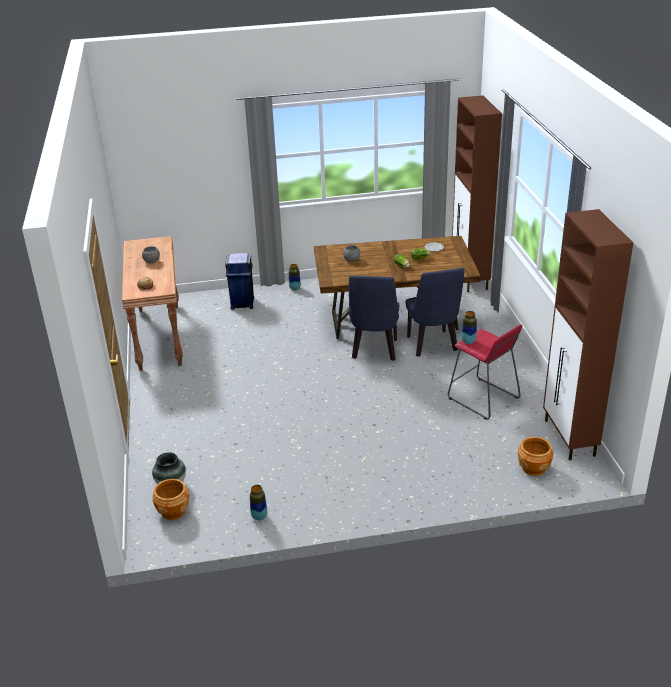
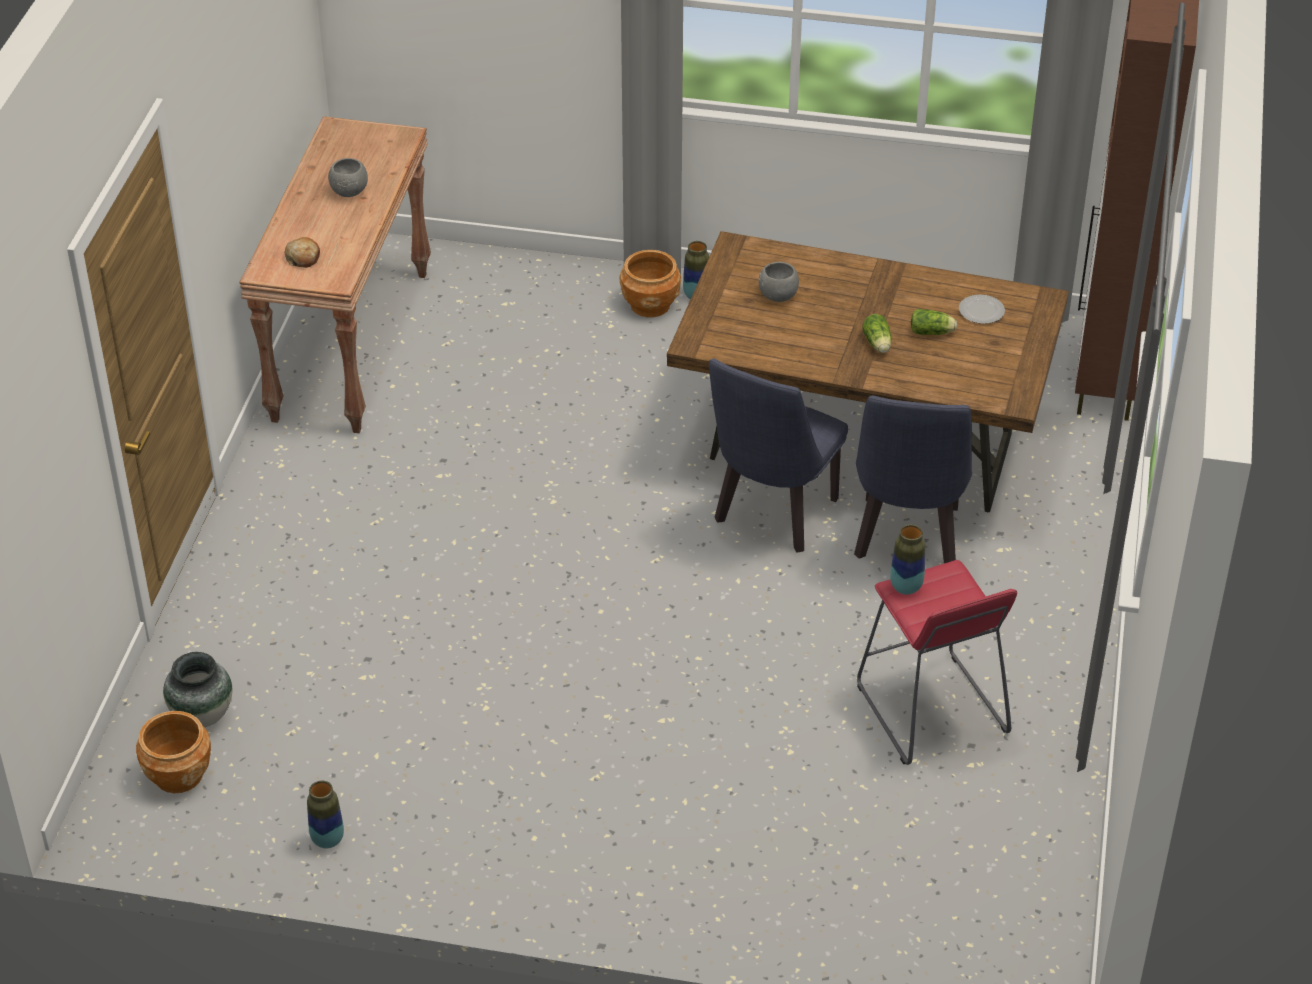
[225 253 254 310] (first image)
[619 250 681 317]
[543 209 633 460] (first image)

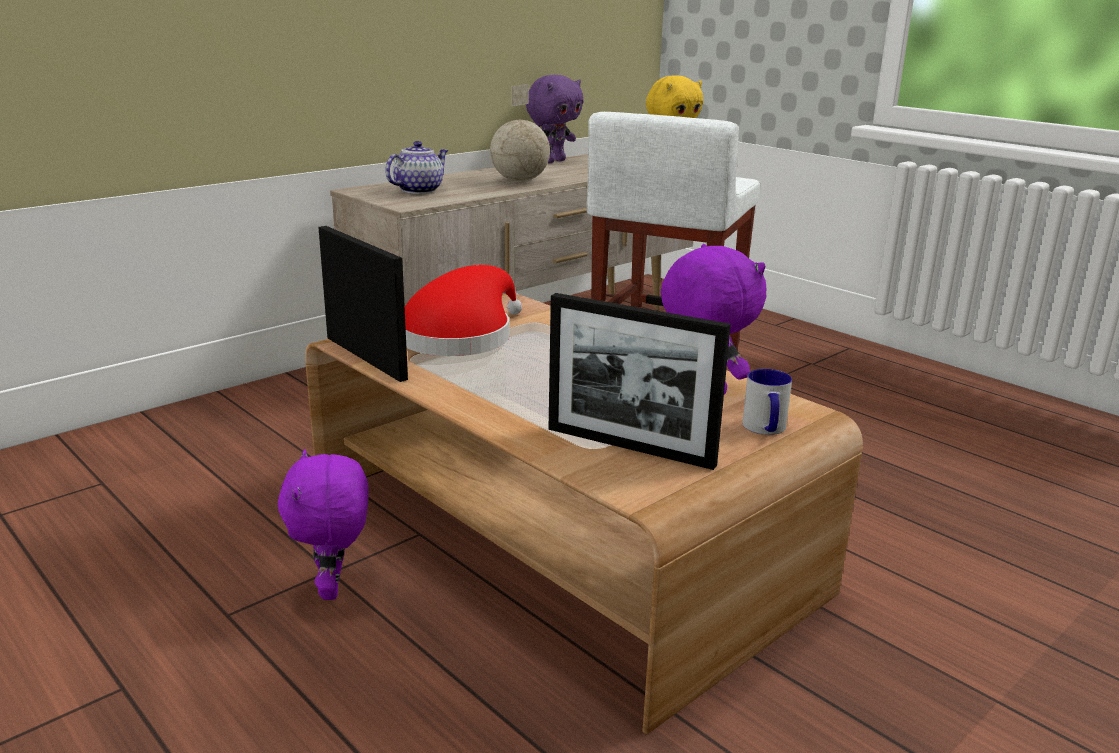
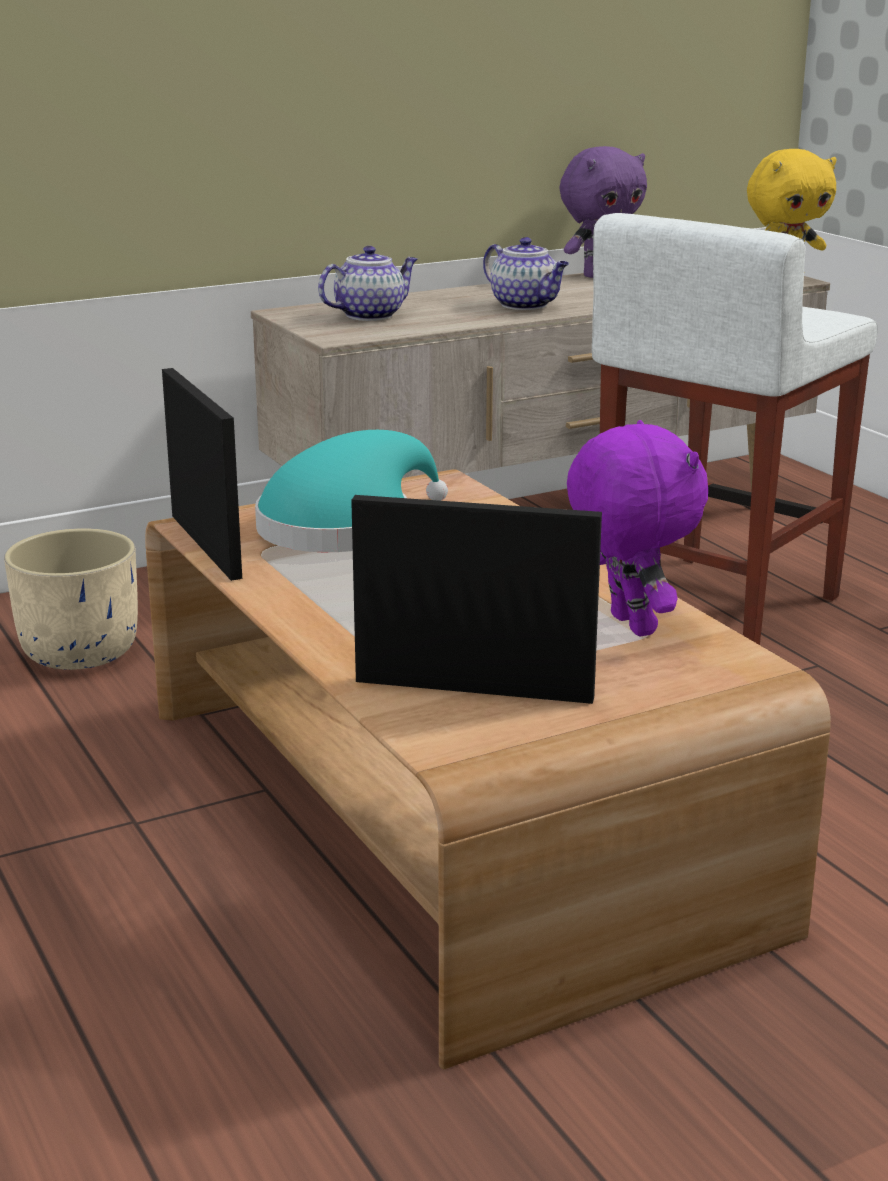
[278 449 369 600] (first image)
[255 430 448 552]
[483 237 569 310]
[351 495 602 704]
[743 369 792 435] (first image)
[4 528 138 670]

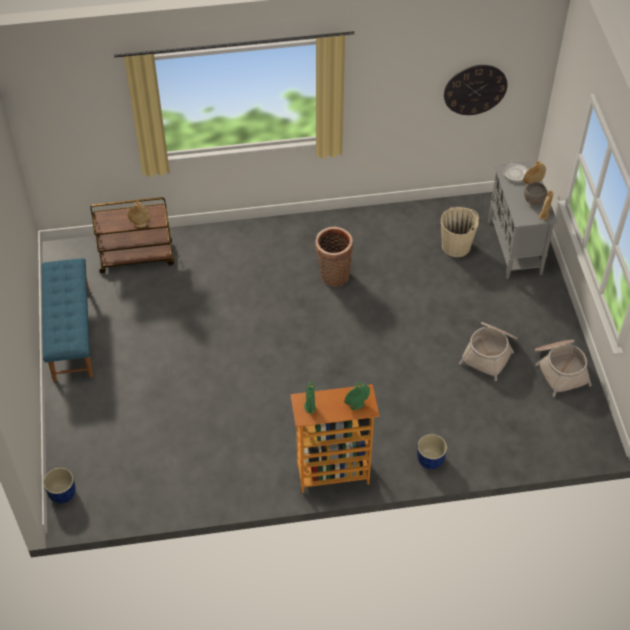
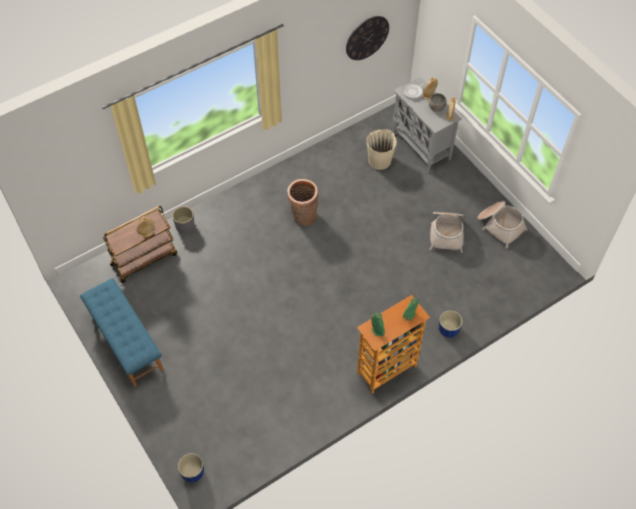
[172 206 195 234]

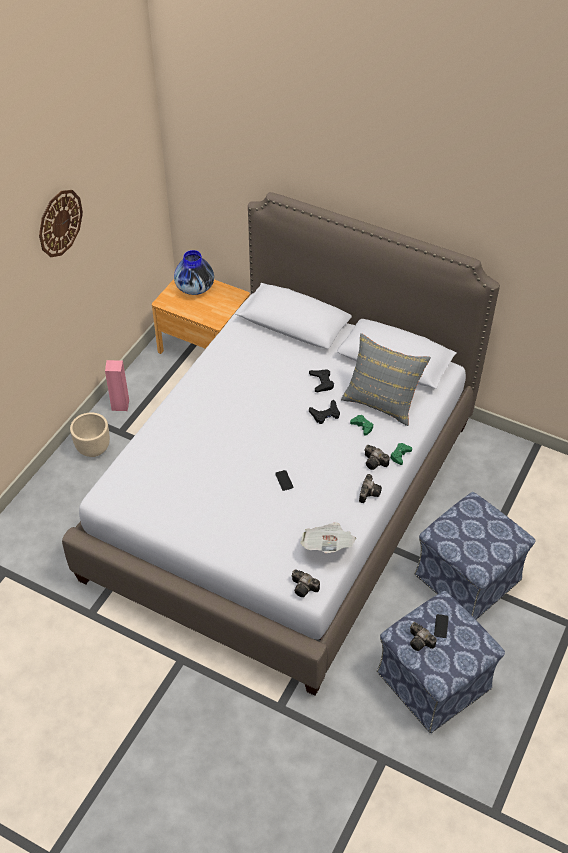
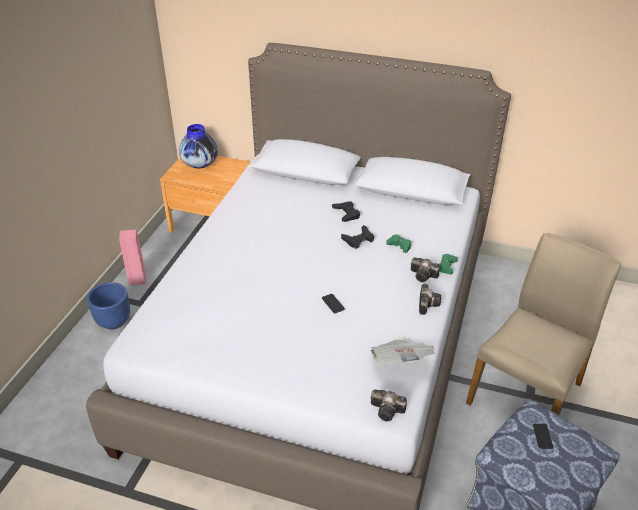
[39 190 83 257] (first image)
[87 282 130 329]
[341 333 431 426] (first image)
[410 622 437 651] (first image)
[466 233 621 415]

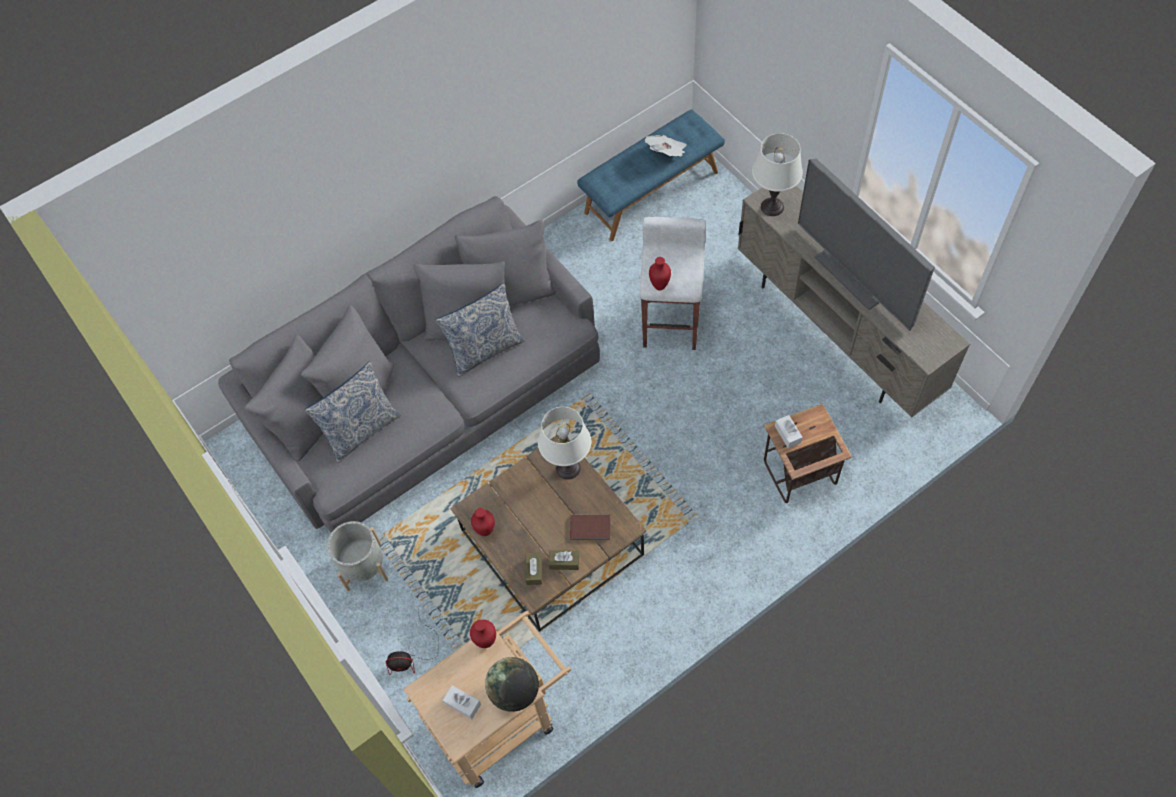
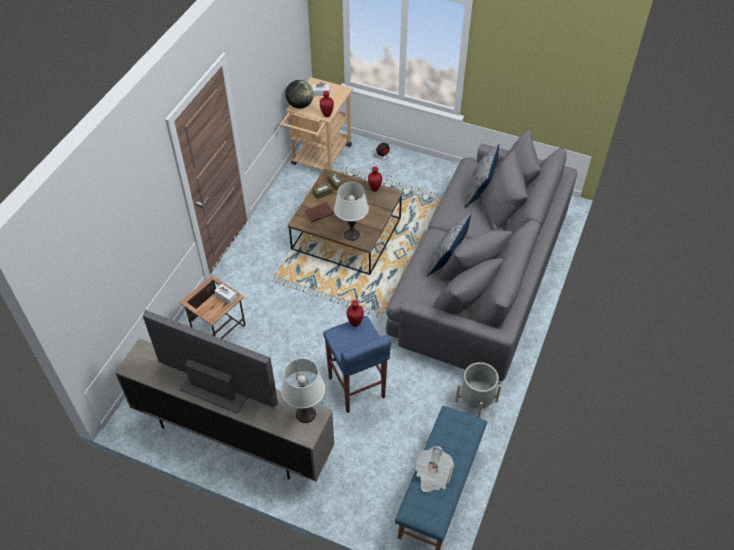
[455 362 502 418]
[323 316 391 413]

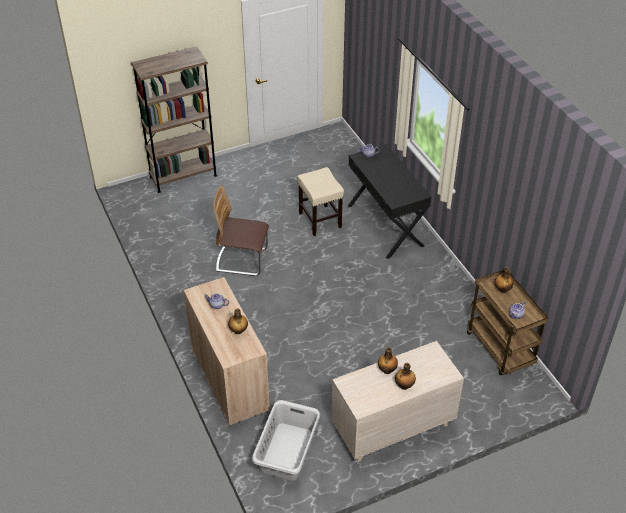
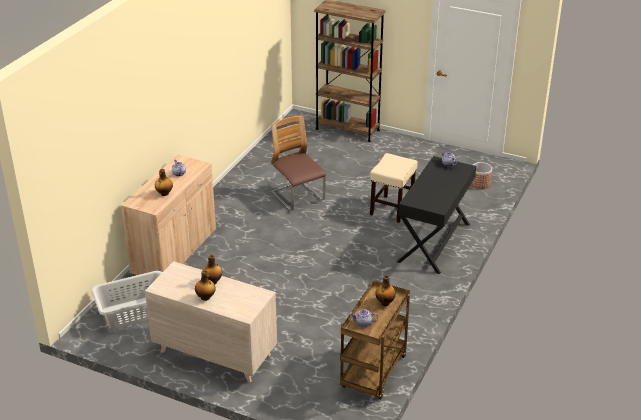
[471 162 492 189]

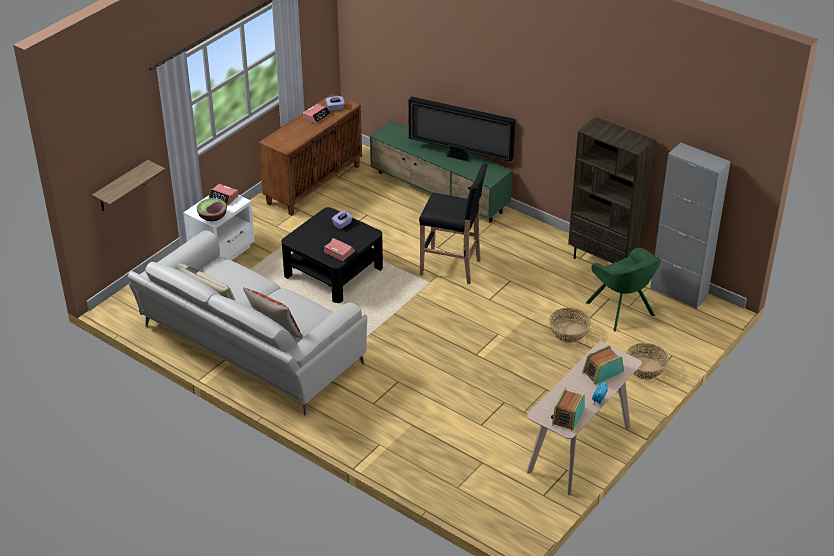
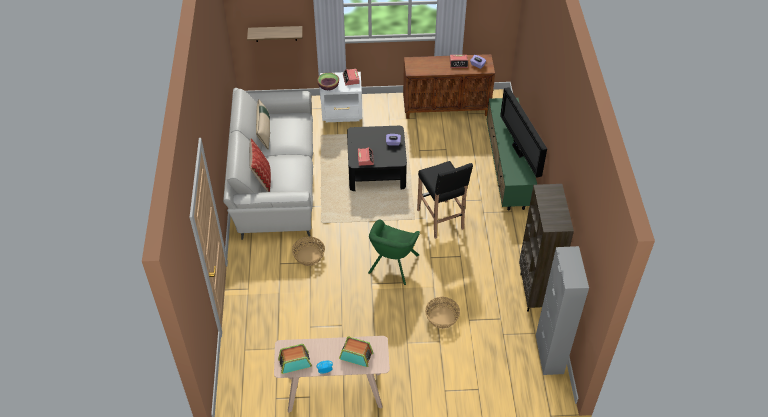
[368 220 420 285]
[292 237 325 266]

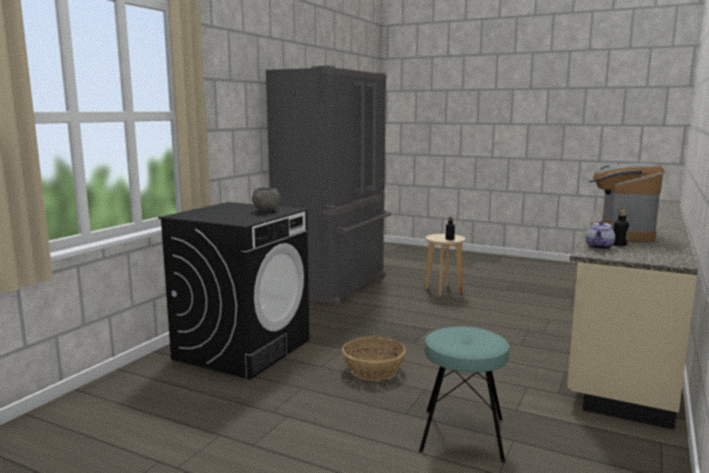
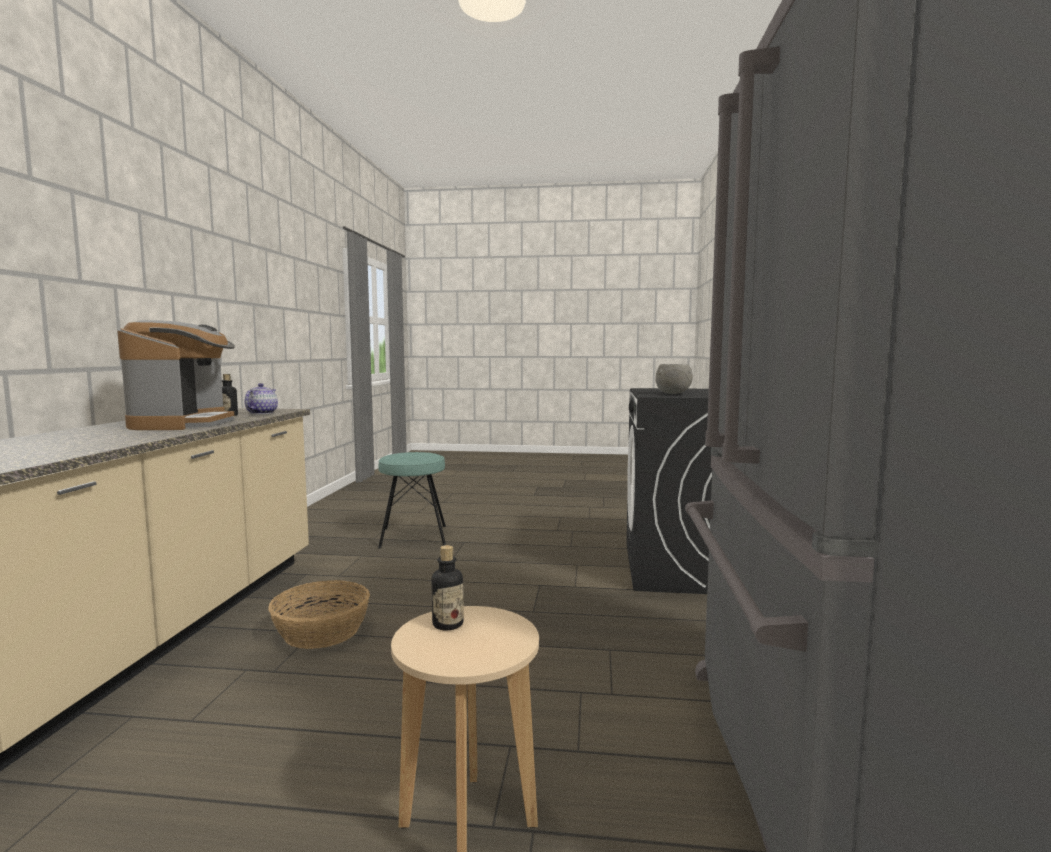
[268 580 370 649]

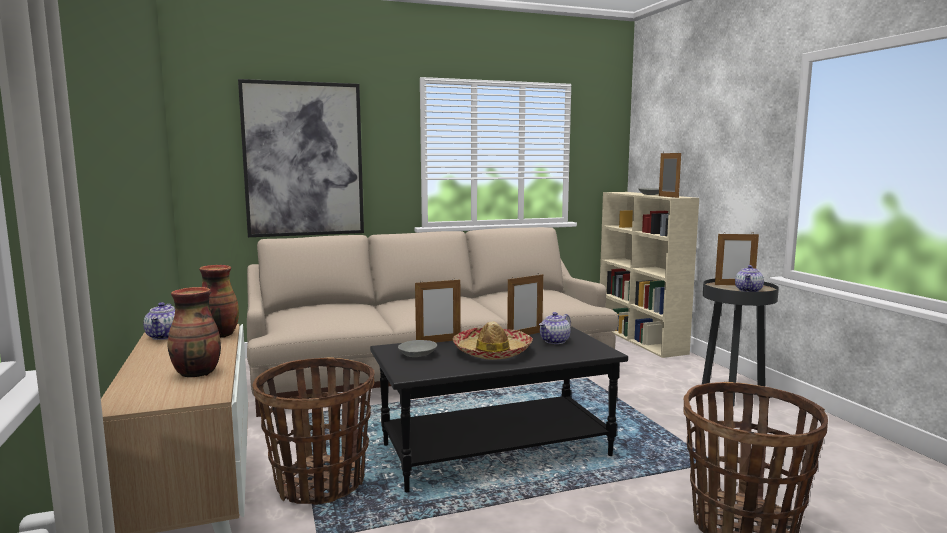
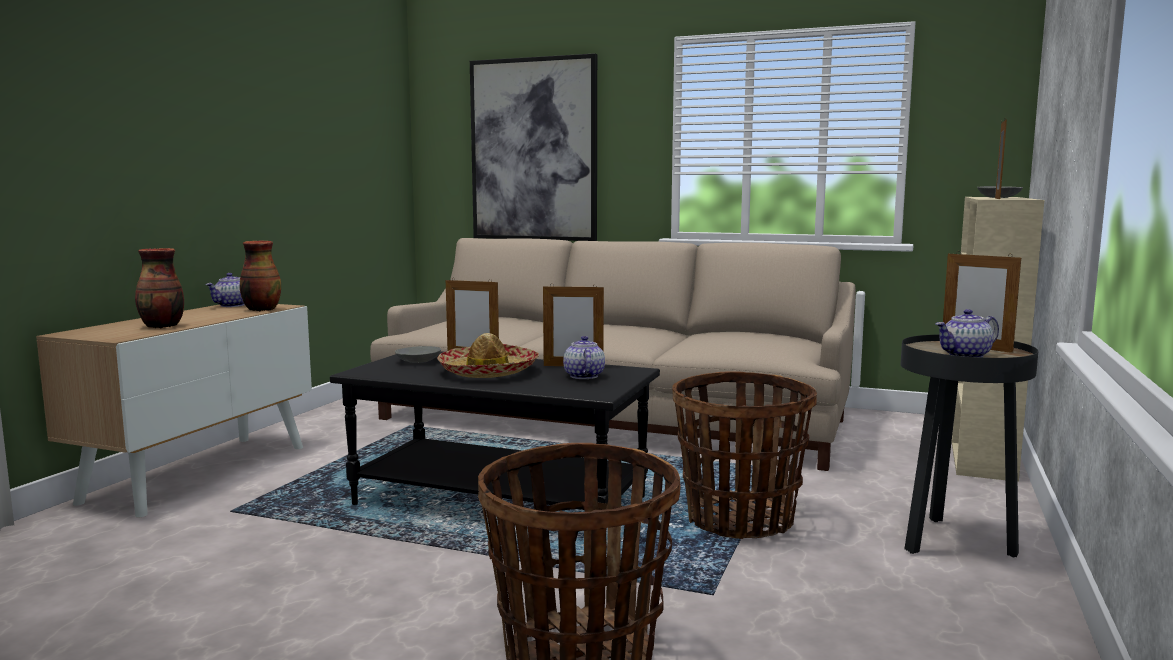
[672 371 817 539]
[563 336 605 379]

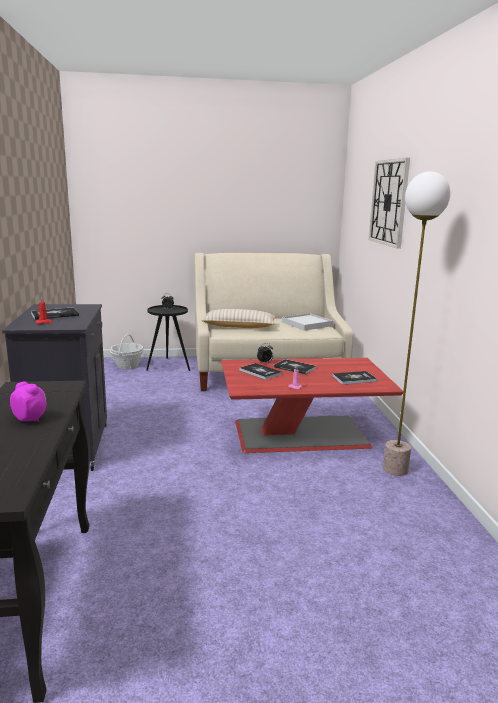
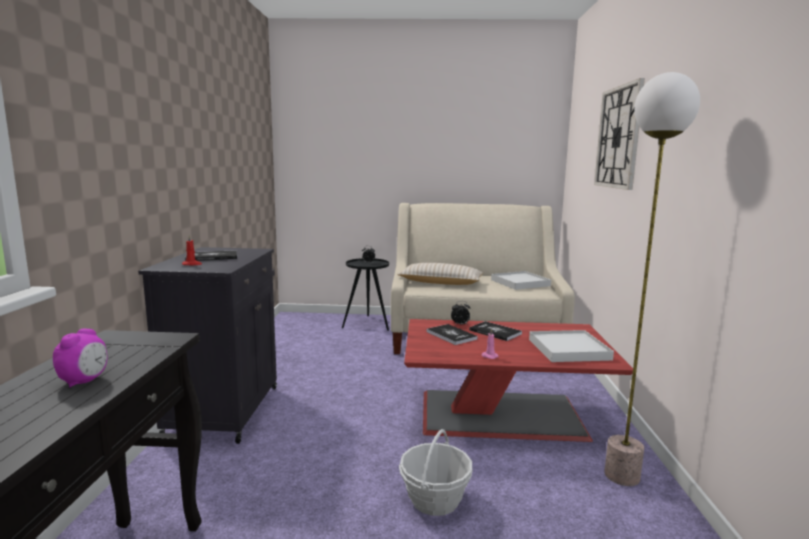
[53 329 108 388]
[399 429 473 516]
[529 330 614 362]

